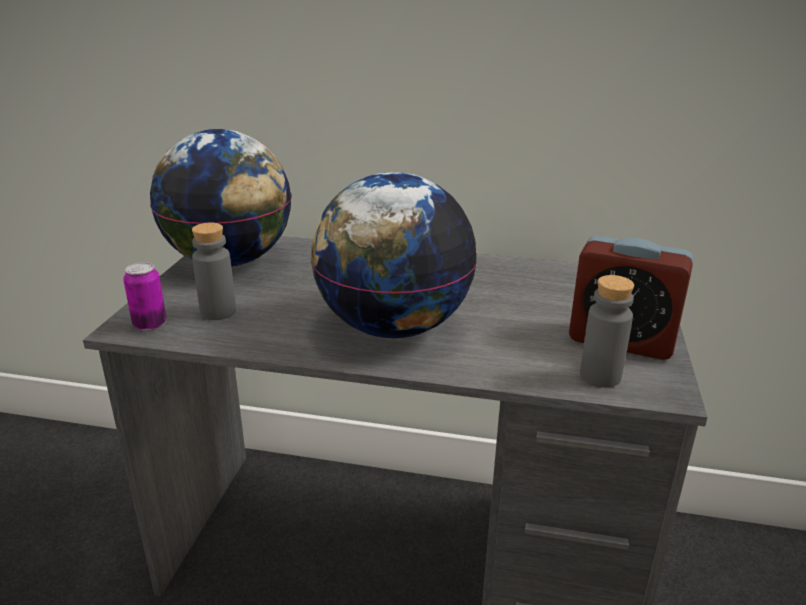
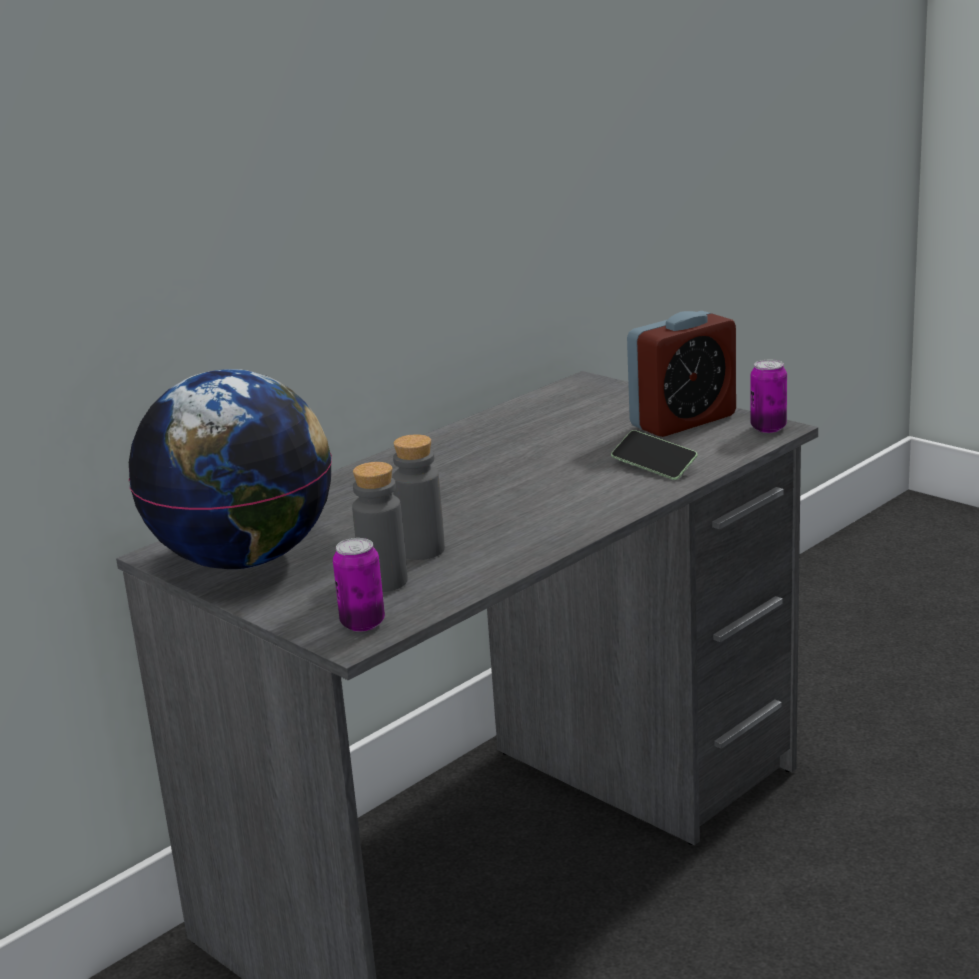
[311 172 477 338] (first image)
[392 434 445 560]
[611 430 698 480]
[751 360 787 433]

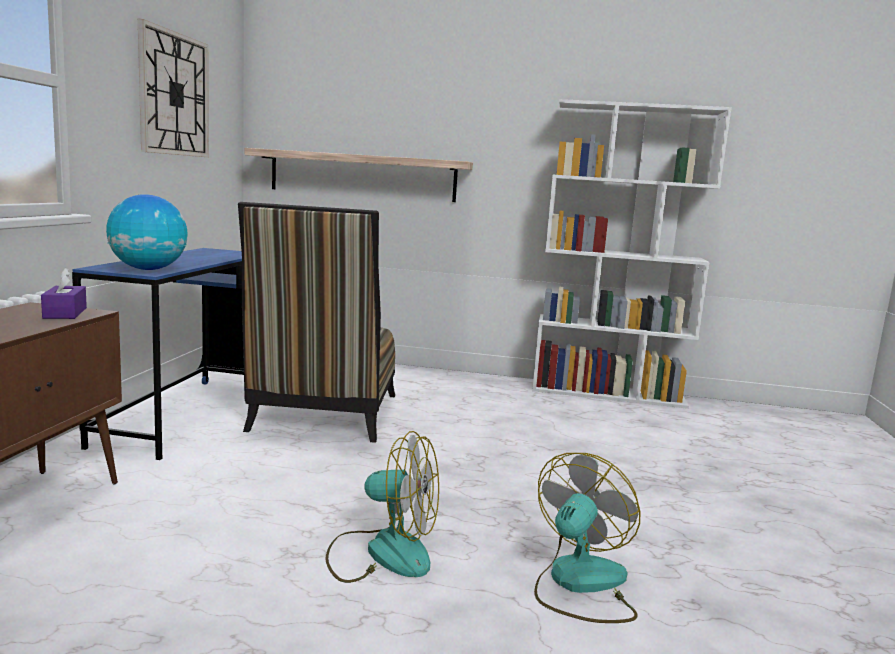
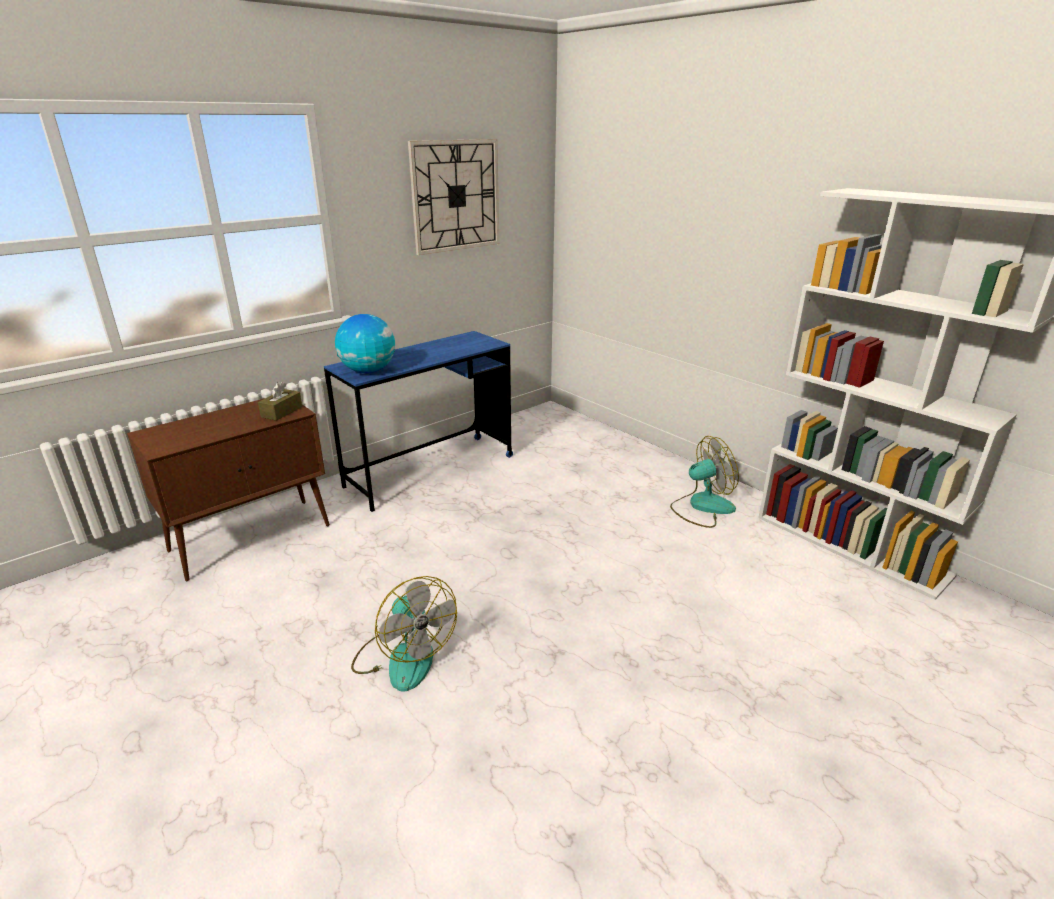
[258 382 302 421]
[238 202 395 443] (first image)
[245 148 473 202] (first image)
[670 436 739 528]

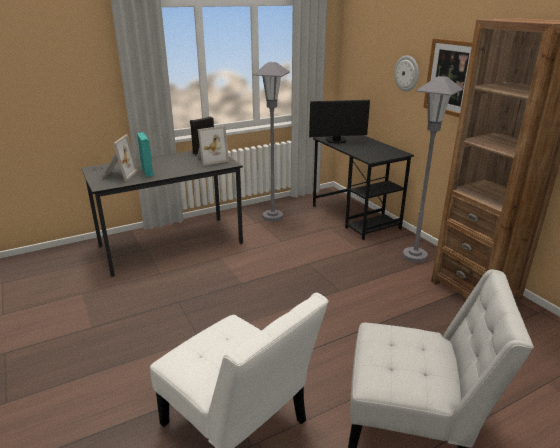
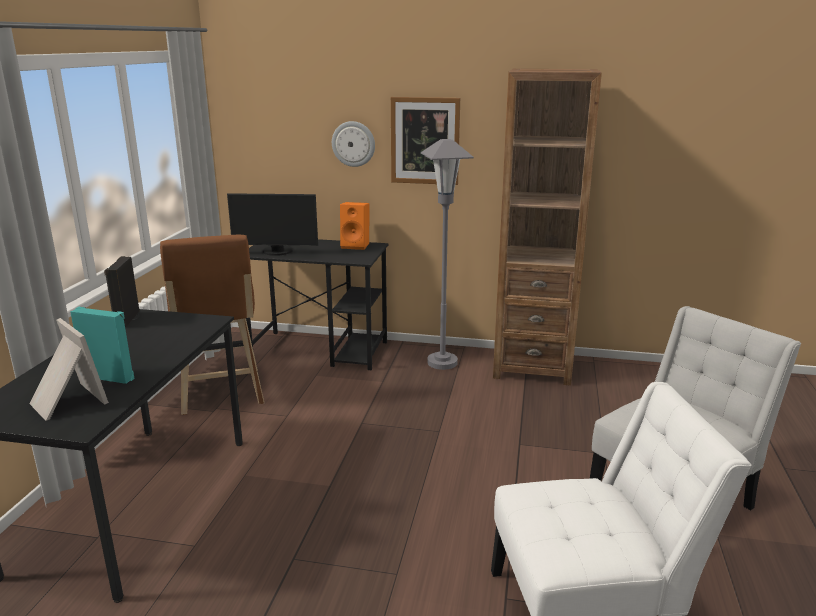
[197 126 229 166] (first image)
[160 235 264 415]
[227 193 318 256]
[340 202 370 250]

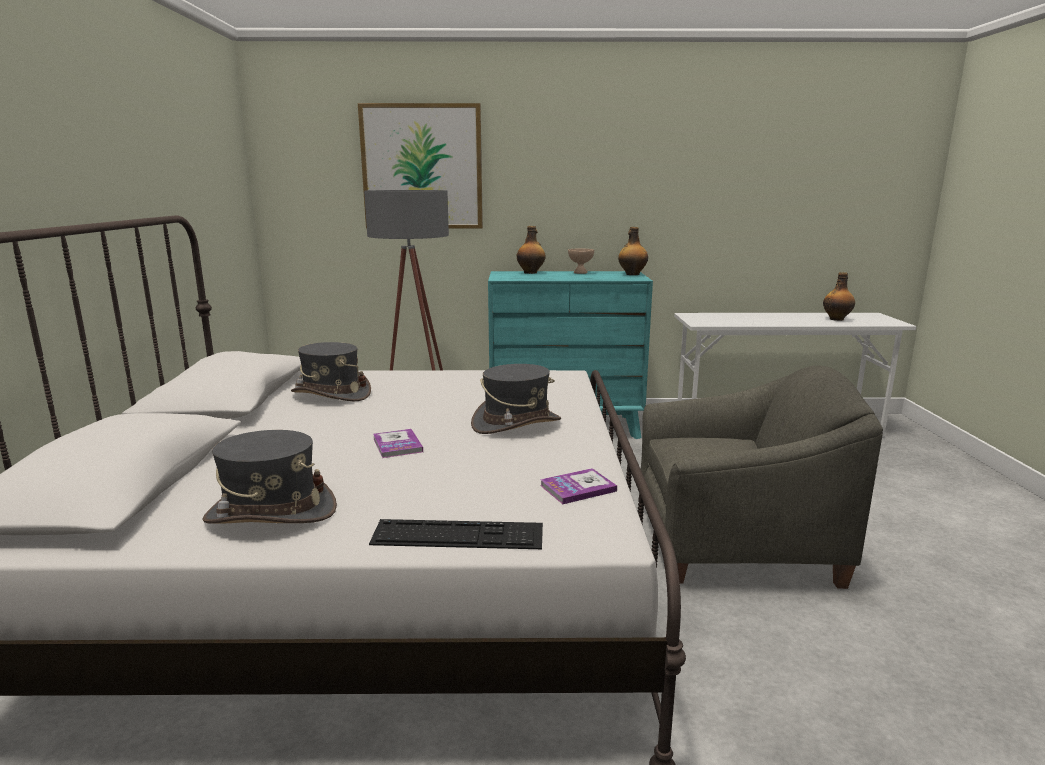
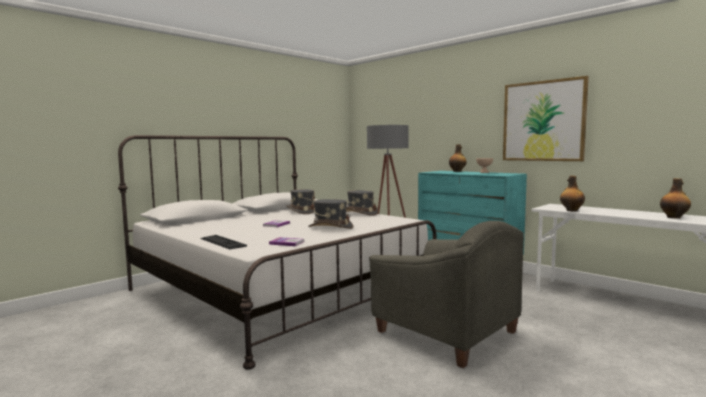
[346 190 378 216]
[503 76 589 161]
[560 176 585 211]

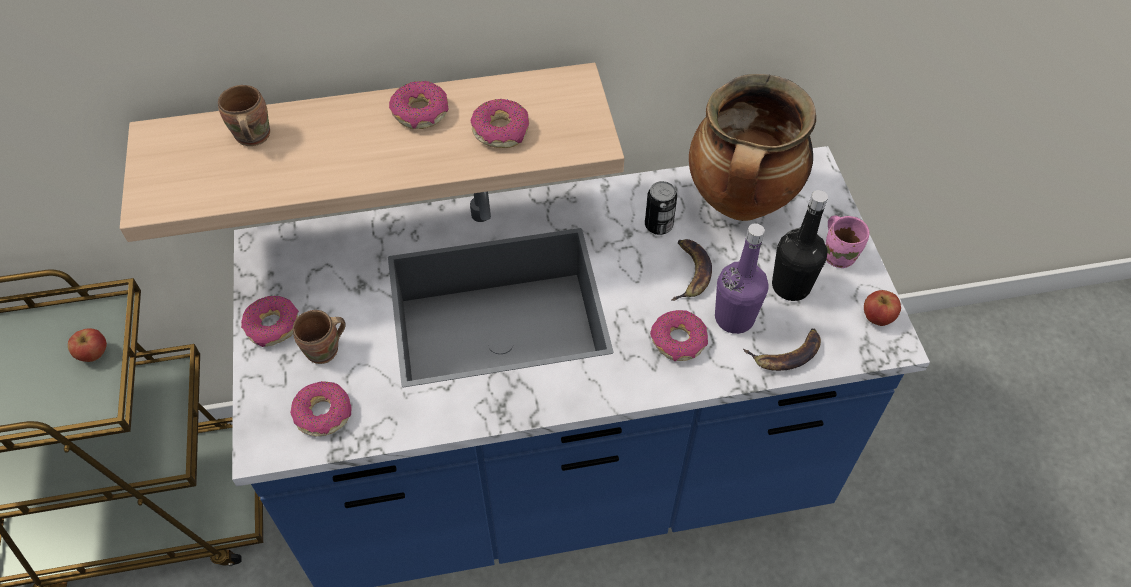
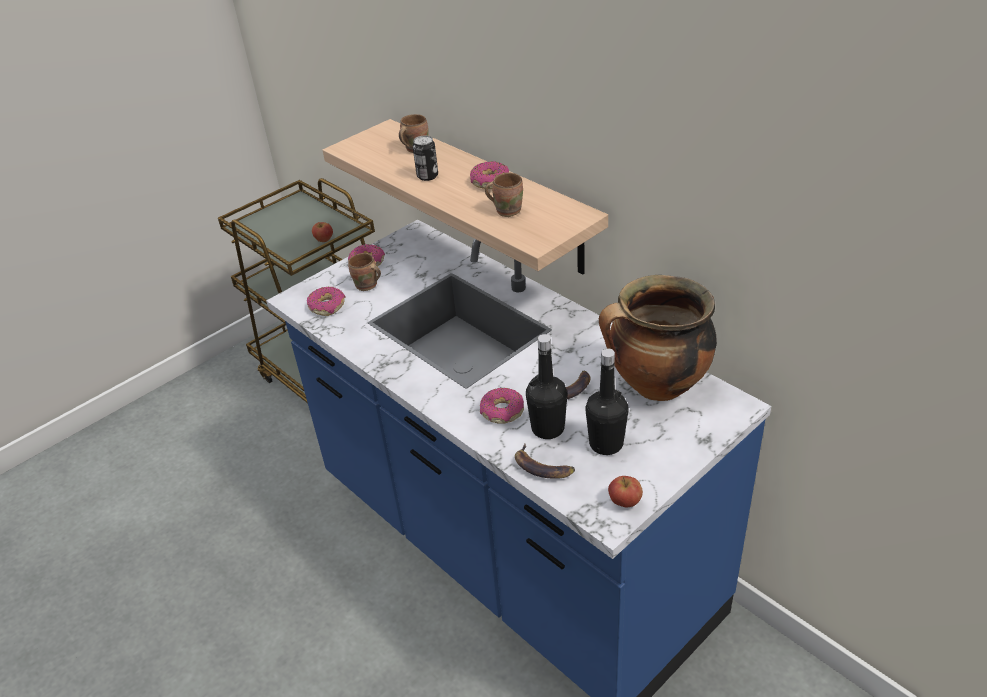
[485 173 523 217]
[413 135 438 181]
[526 334 568 439]
[826 215 870 268] (first image)

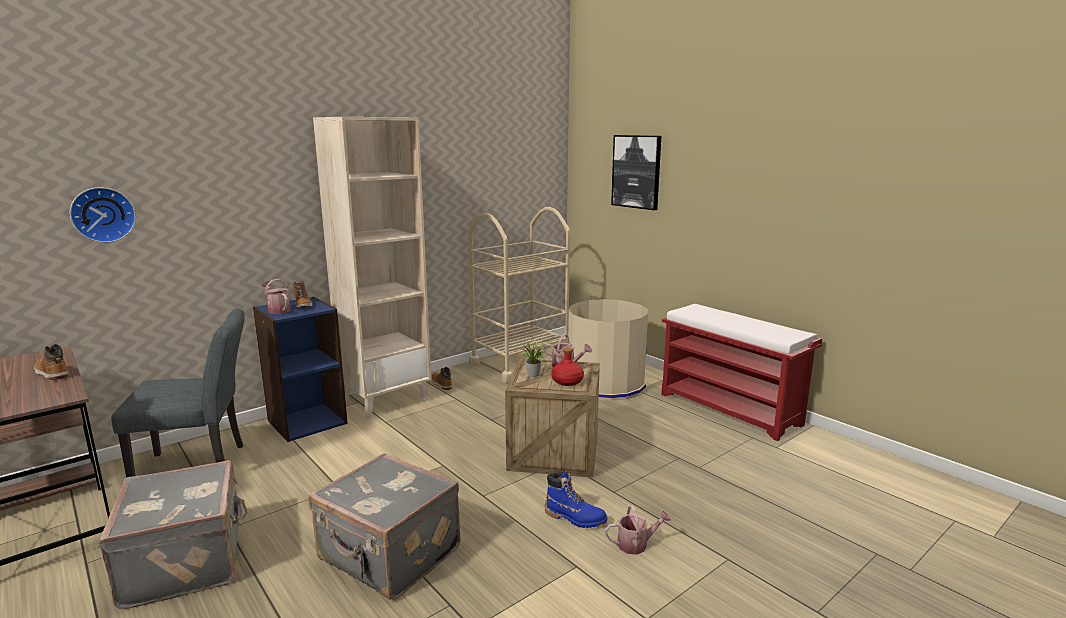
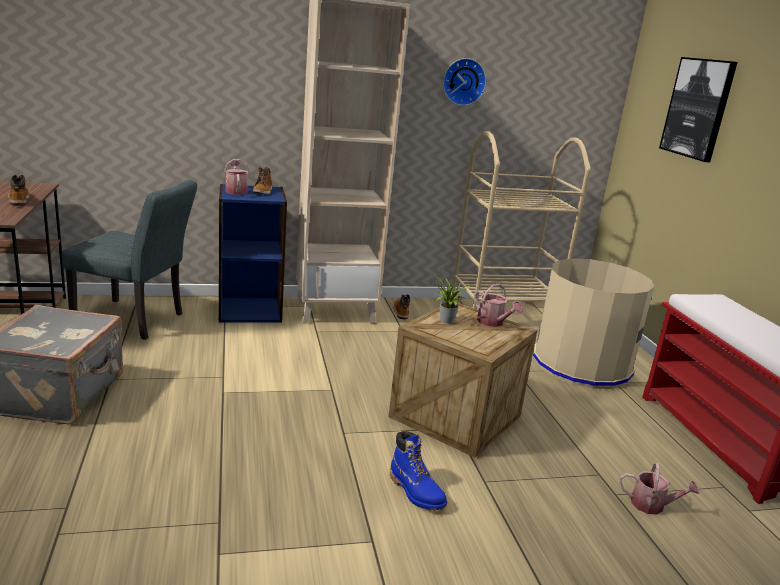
[443 58 486 106]
[308 453 461 600] (first image)
[551 348 584 386] (first image)
[619 463 699 515]

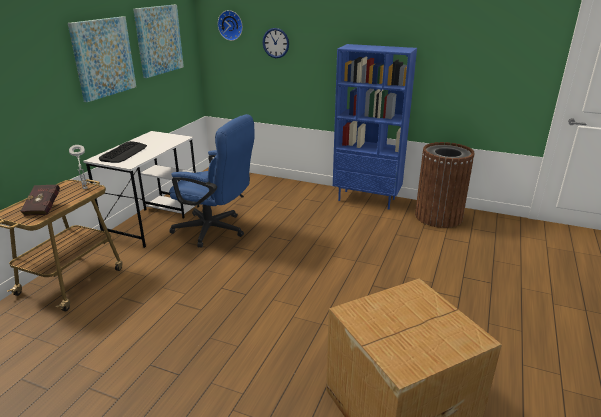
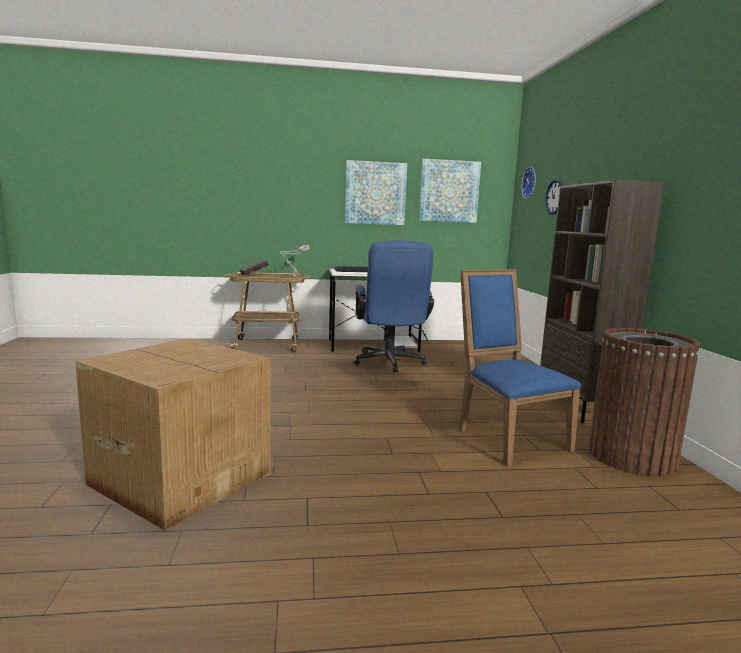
[540 179 665 423]
[459 269 582 467]

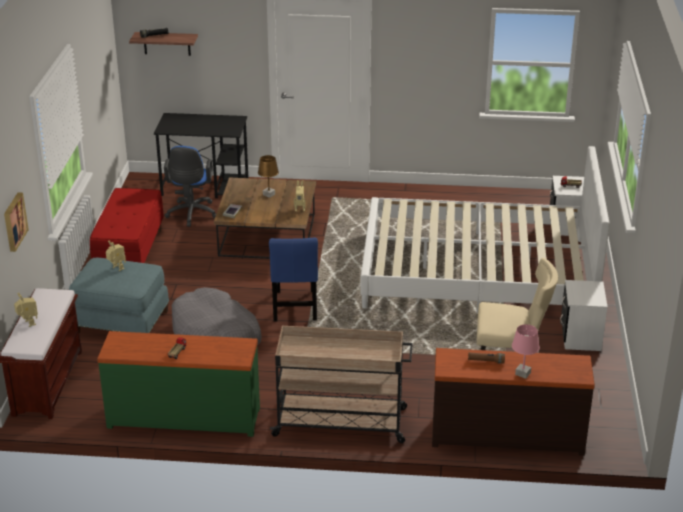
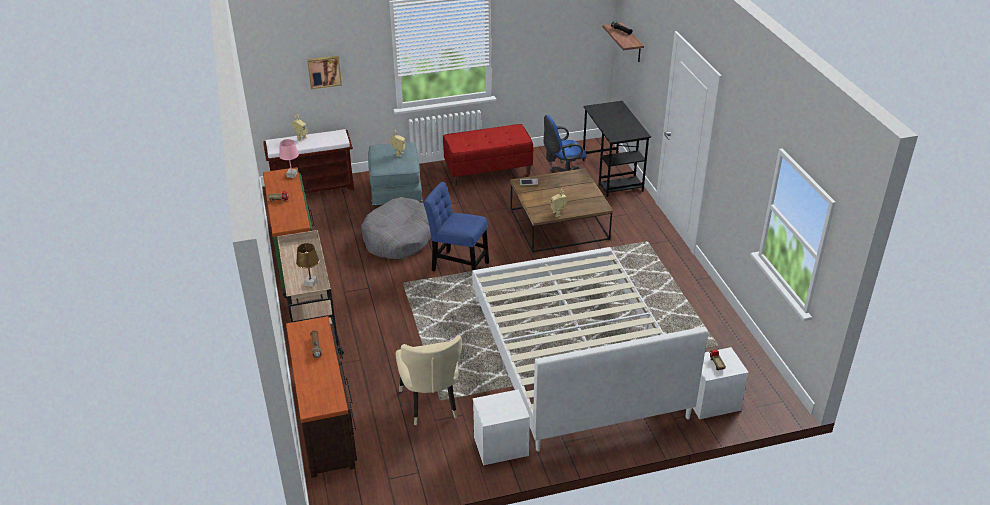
[296 243 319 287]
[424 182 489 271]
[279 139 299 178]

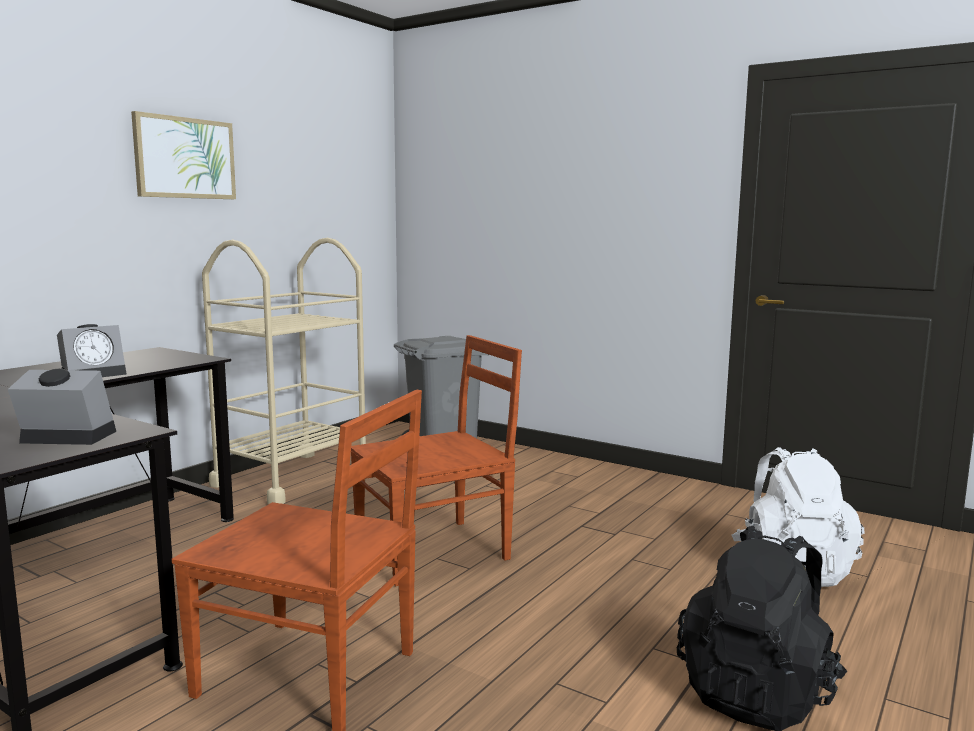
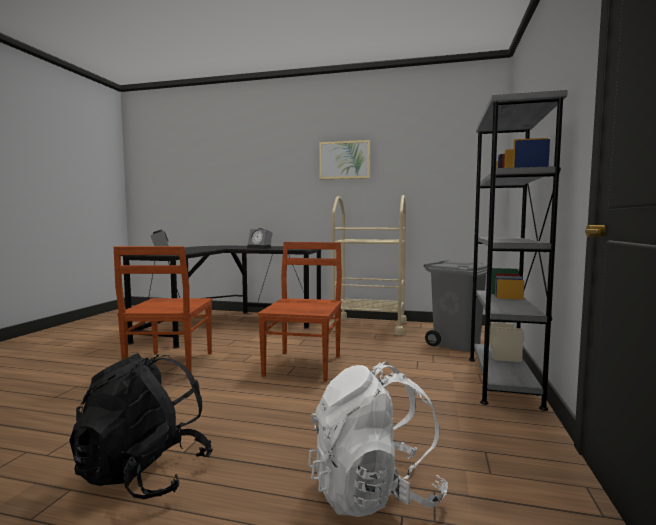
[258 242 342 382]
[469 90 568 411]

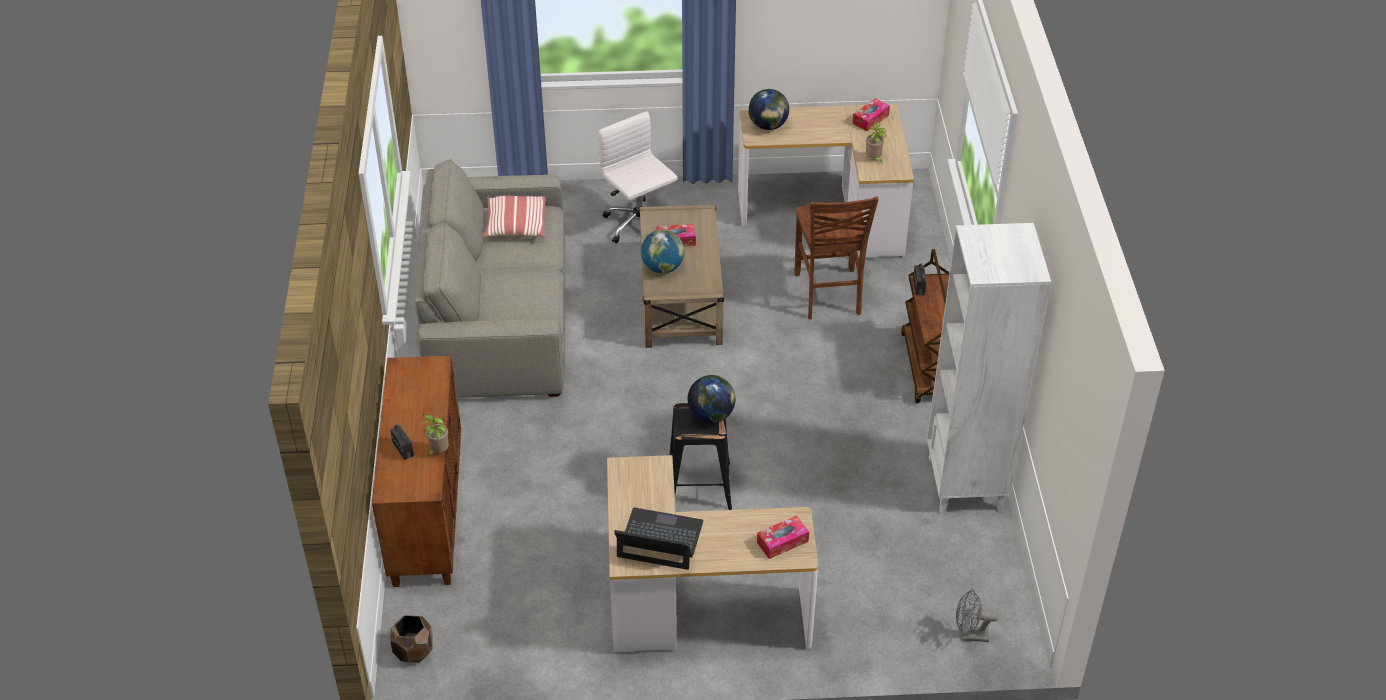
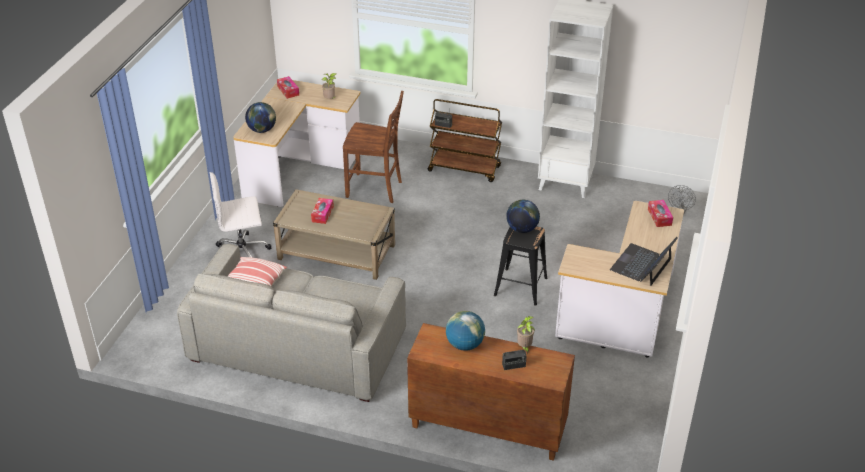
[390 615 433 663] (first image)
[446 311 485 351]

